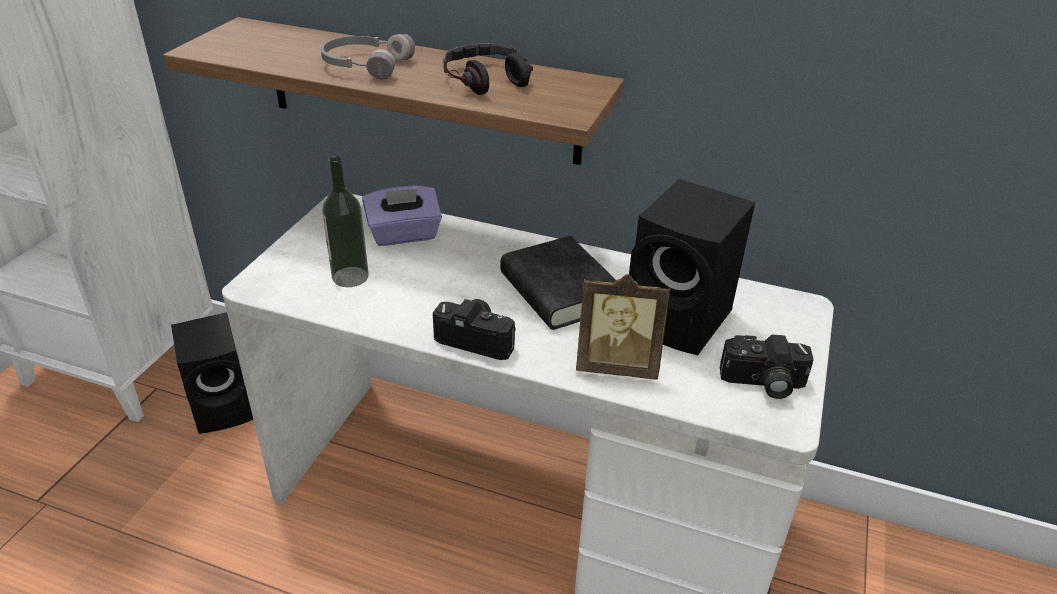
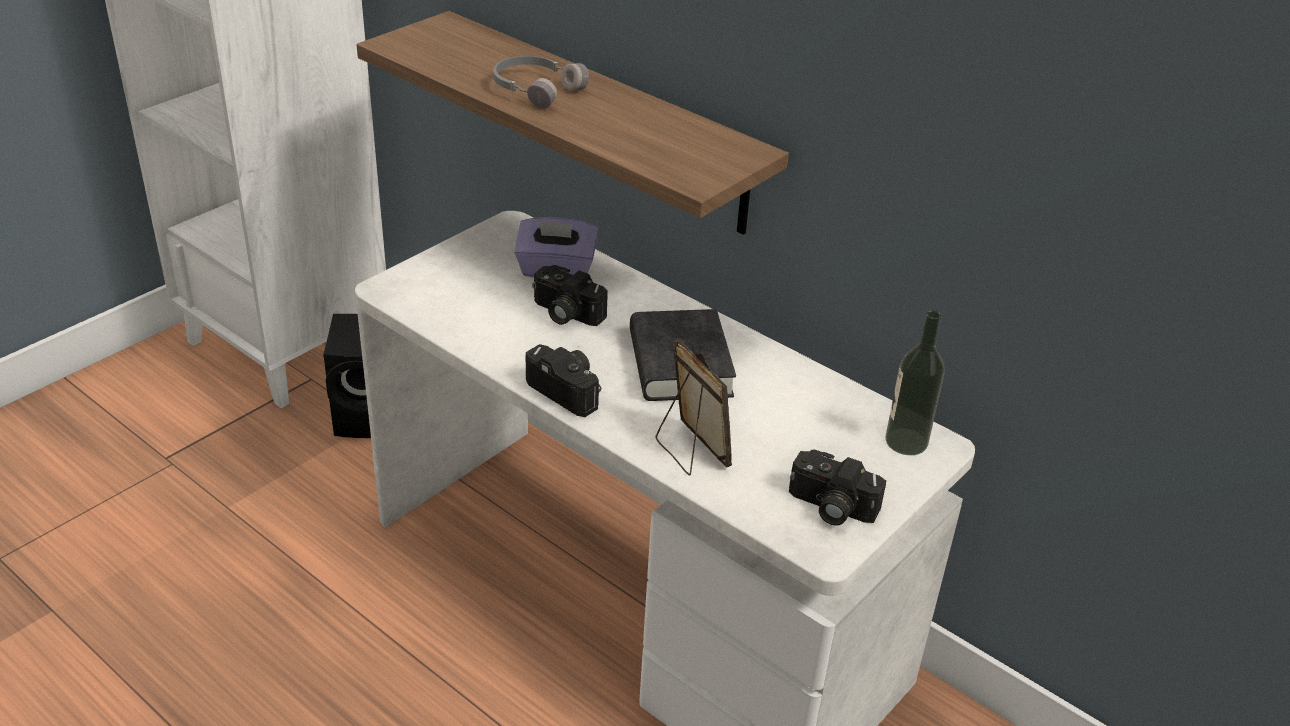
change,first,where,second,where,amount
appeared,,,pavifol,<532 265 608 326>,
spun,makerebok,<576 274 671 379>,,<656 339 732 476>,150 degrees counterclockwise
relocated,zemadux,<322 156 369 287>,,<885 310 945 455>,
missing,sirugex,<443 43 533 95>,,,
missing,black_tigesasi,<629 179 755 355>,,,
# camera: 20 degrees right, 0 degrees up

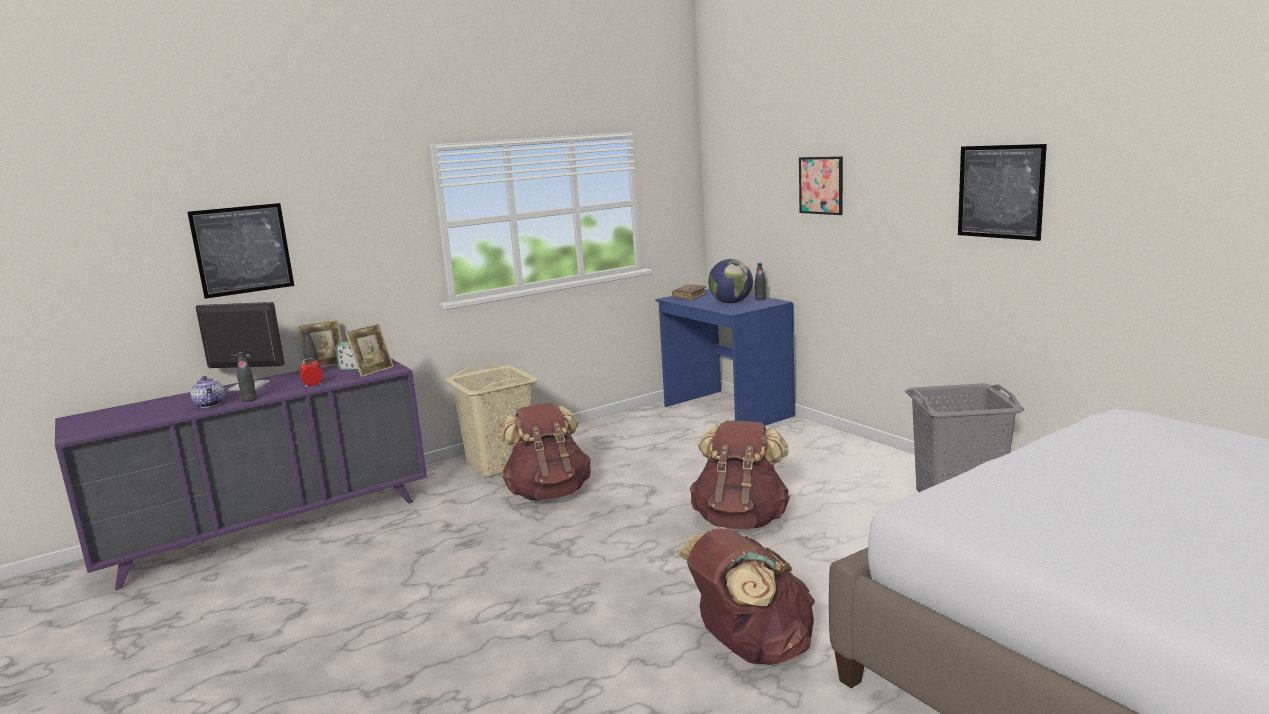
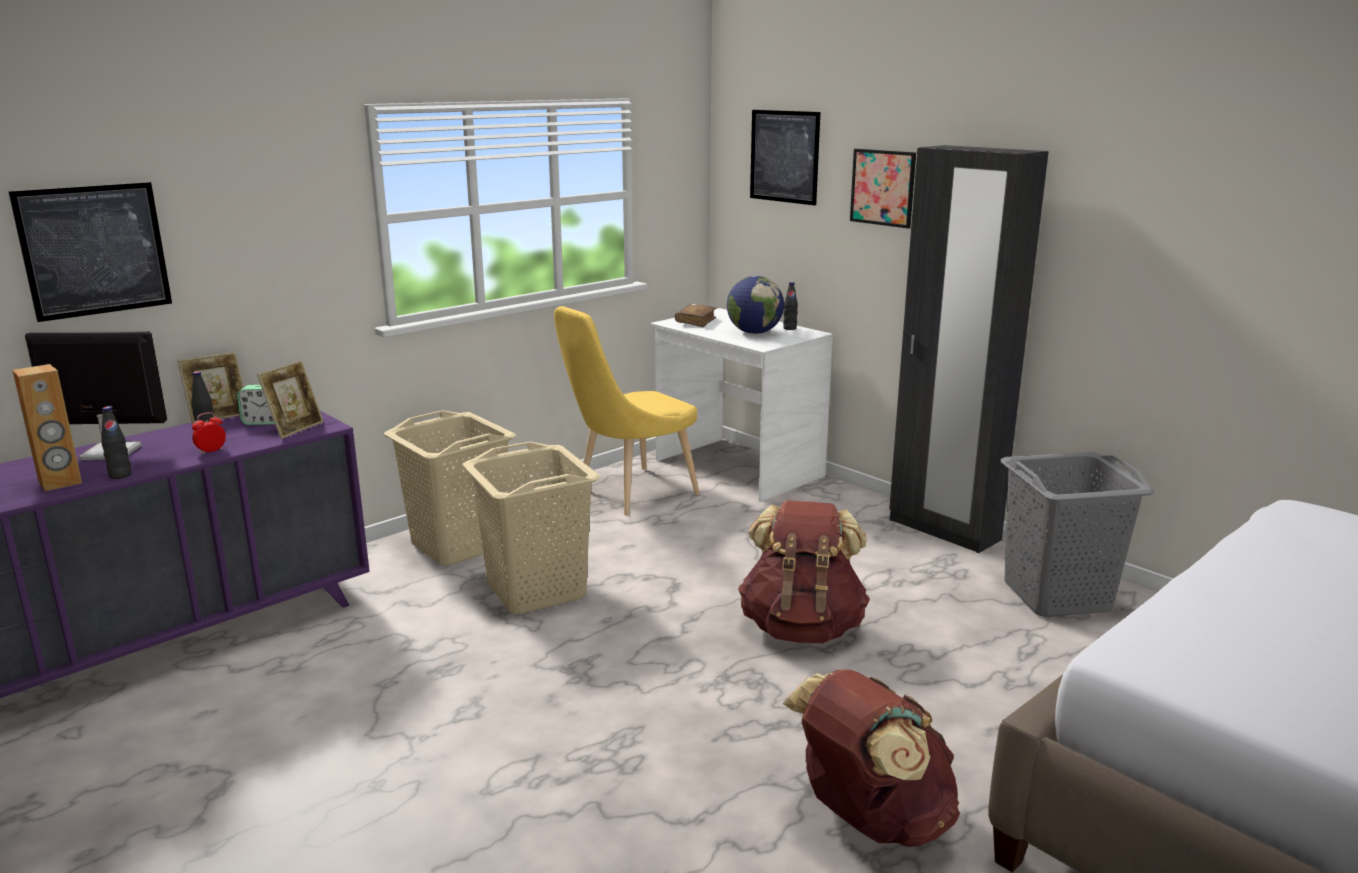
change,first,where,second,where,amount
exchanged,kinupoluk,<190 376 225 408>,brown_tigesasi,<12 364 82 491>,
exchanged,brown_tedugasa,<498 403 591 500>,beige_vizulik,<462 442 600 614>,
appeared,,,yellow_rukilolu,<554 306 700 516>,
colour,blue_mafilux,<655 289 795 426>,white_mafilux,<651 308 833 502>,
relocated,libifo,<958 144 1047 241>,,<750 110 820 205>,
appeared,,,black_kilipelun,<889 145 1049 553>,
# camera: 10 degrees left, 5 degrees up

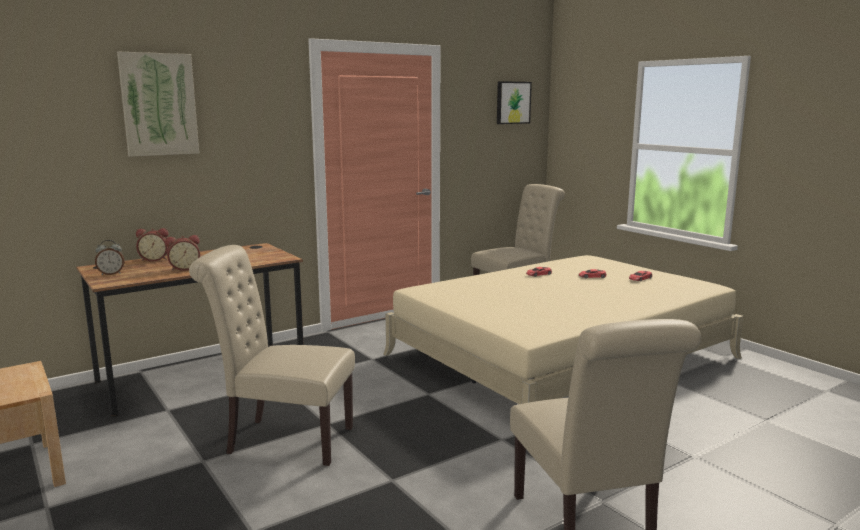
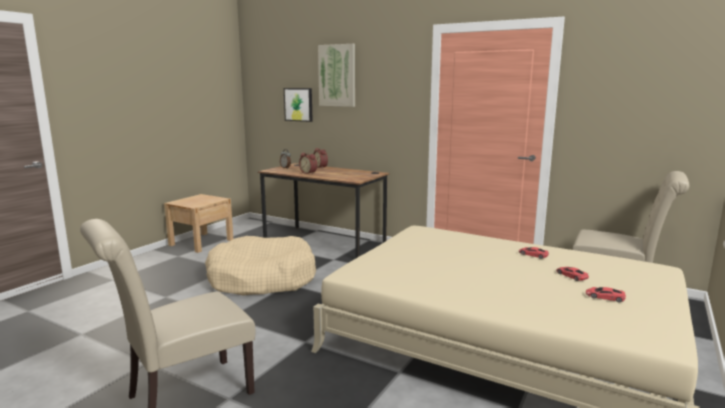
change,first,where,second,where,amount
exchanged,beige_rukilolu,<189 245 355 466>,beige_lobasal,<205 236 316 296>,
relocated,libifo,<497 81 532 124>,,<284 88 313 122>,
# camera: 65 degrees right, 0 degrees up

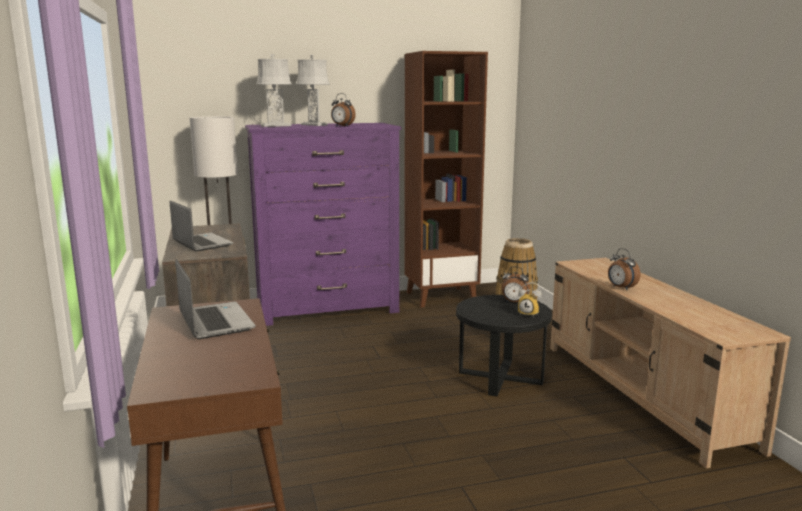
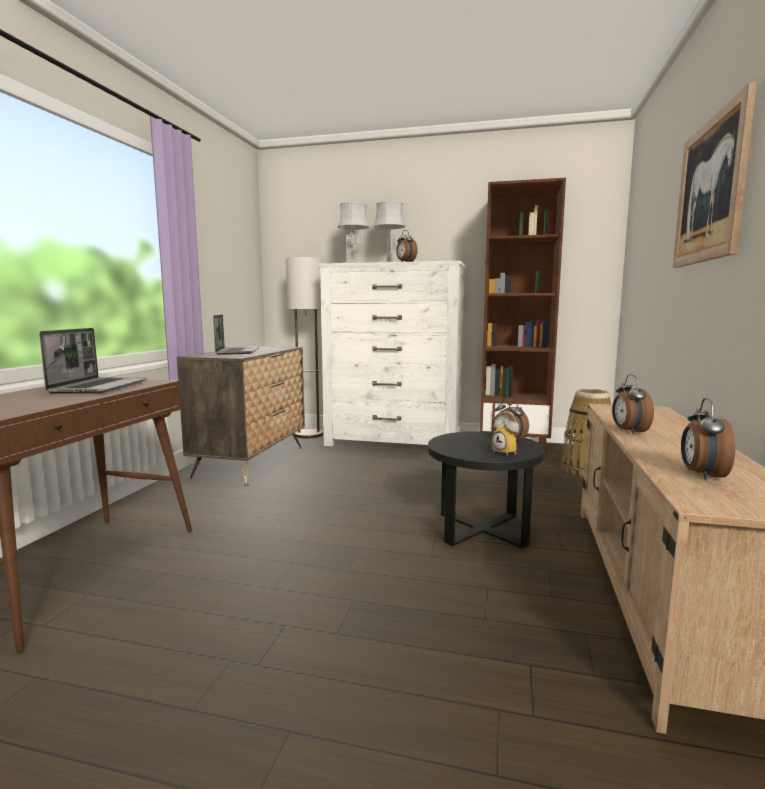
change,first,where,second,where,amount
colour,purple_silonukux,<245 123 401 326>,white_silonukux,<318 261 467 446>,
appeared,,,libifo,<673 82 757 268>,
appeared,,,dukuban,<681 398 736 480>,
# camera: 30 degrees right, 5 degrees down

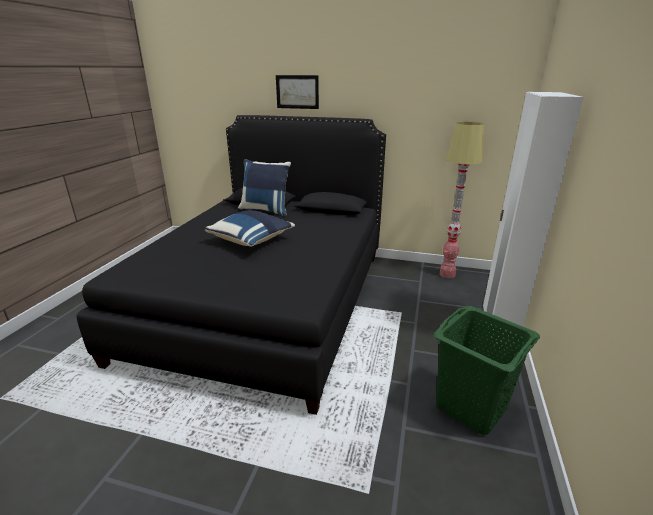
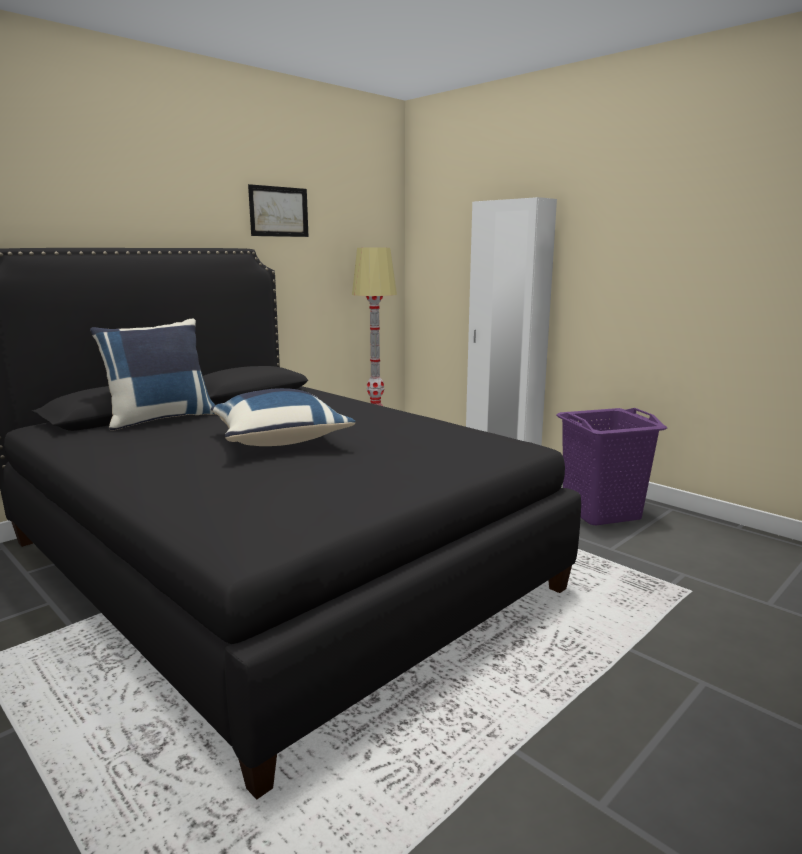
change,first,where,second,where,amount
relocated,libifo,<276 75 319 109>,,<248 184 309 237>,
colour,green_vizulik,<434 306 540 435>,purple_vizulik,<556 408 667 525>,
# camera: 60 degrees left, 10 degrees down

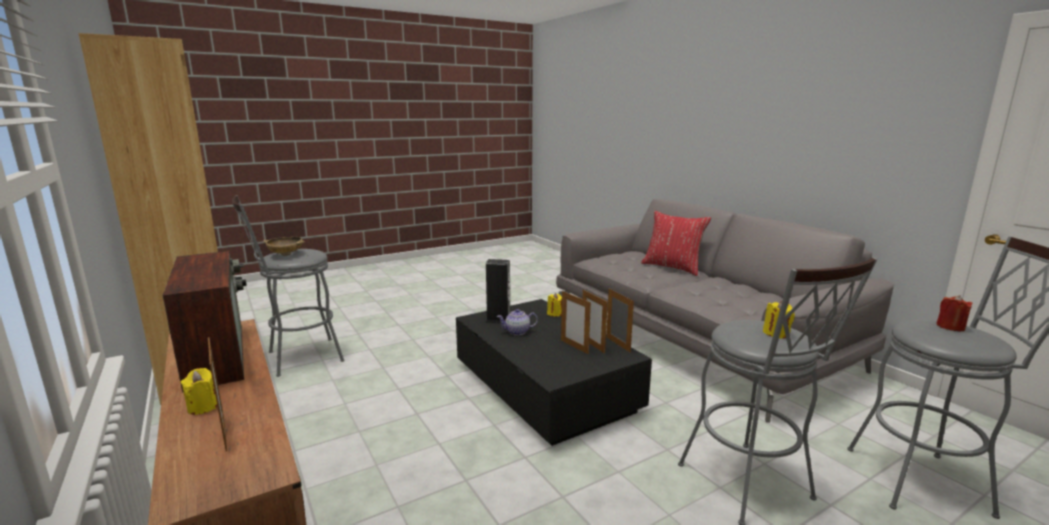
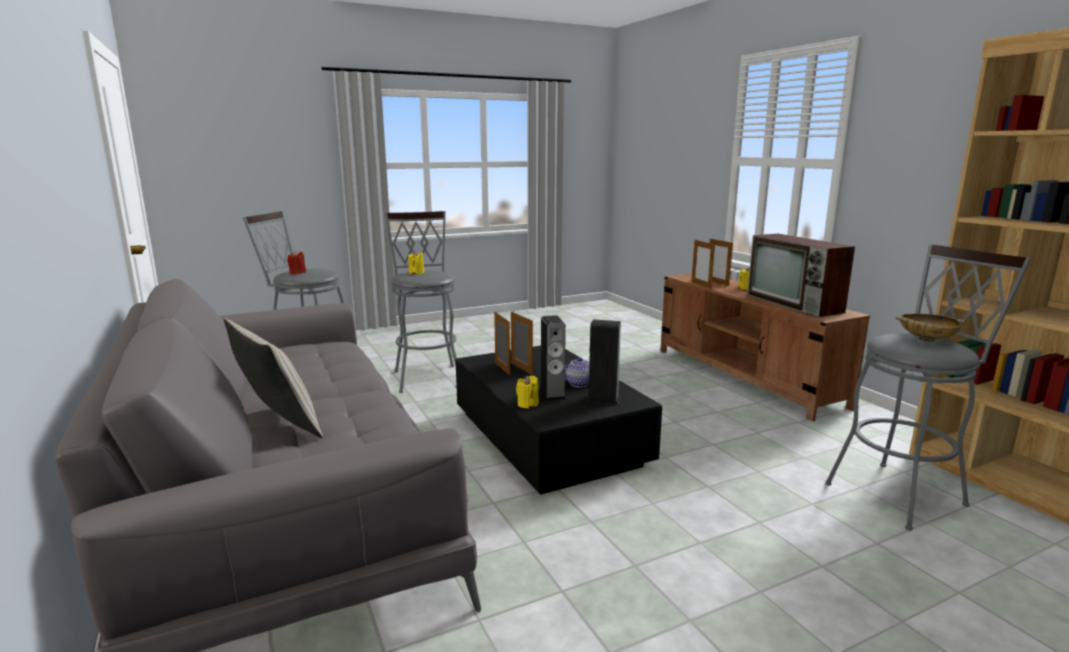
change,first,where,second,where,amount
colour,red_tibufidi,<641 211 711 276>,beige_tibufidi,<224 319 323 438>,
appeared,,,tigesasi,<539 315 566 402>,
relocated,makerebok,<606 289 634 353>,,<691 240 715 288>,
# camera: 175 degrees left, 0 degrees up

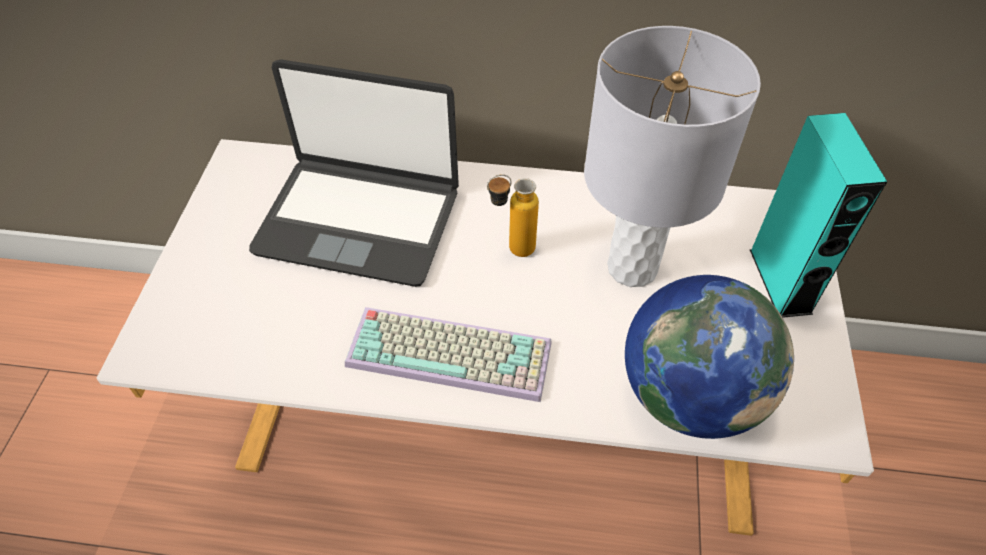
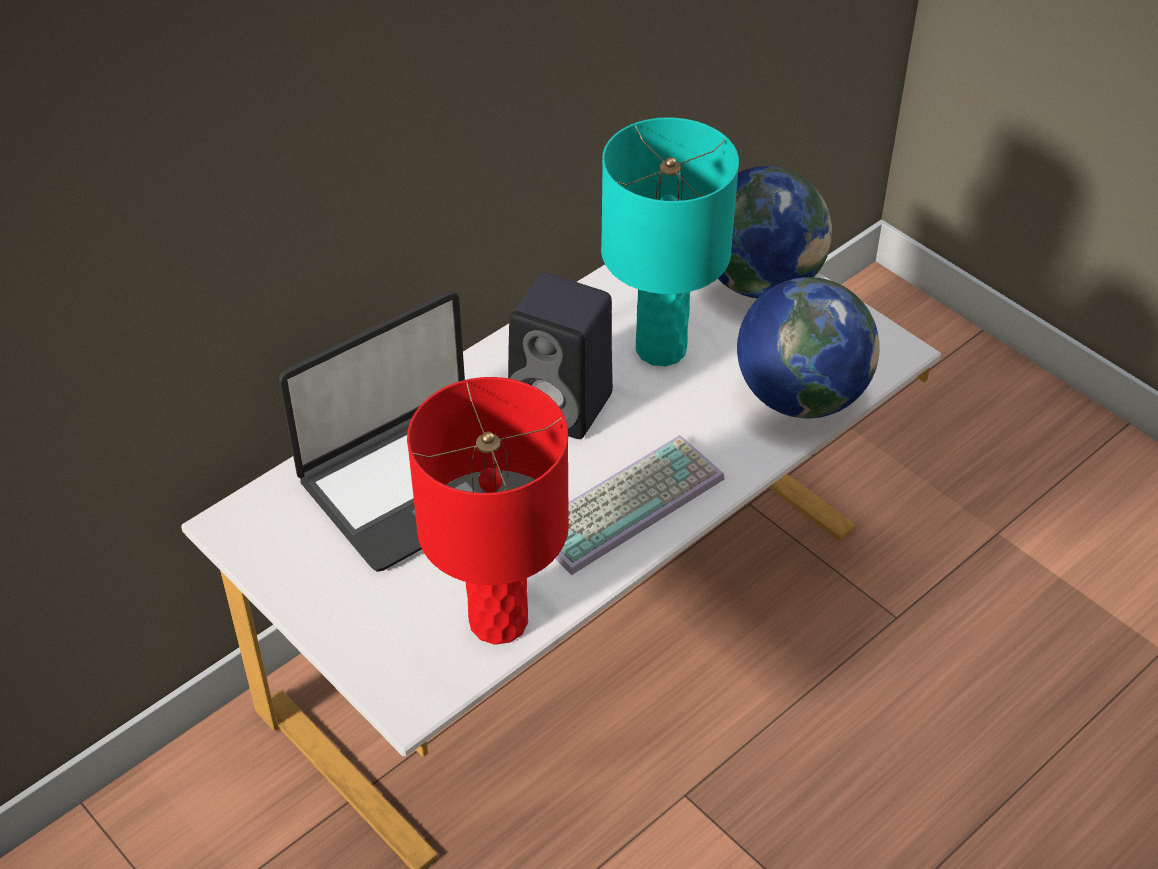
change,first,where,second,where,amount
appeared,,,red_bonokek,<407 377 569 645>,
exchanged,zemadux,<487 174 539 257>,black_tigesasi,<508 273 613 439>,
colour,grey_bonokek,<584 26 761 287>,turquoise_bonokek,<601 117 739 366>,
exchanged,turquoise_tigesasi,<750 113 887 318>,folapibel,<718 166 832 298>,
# camera: 50 degrees left, 5 degrees down

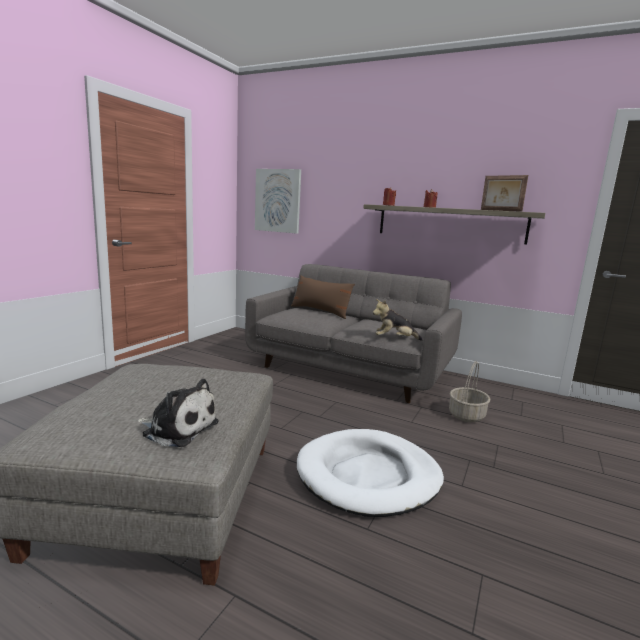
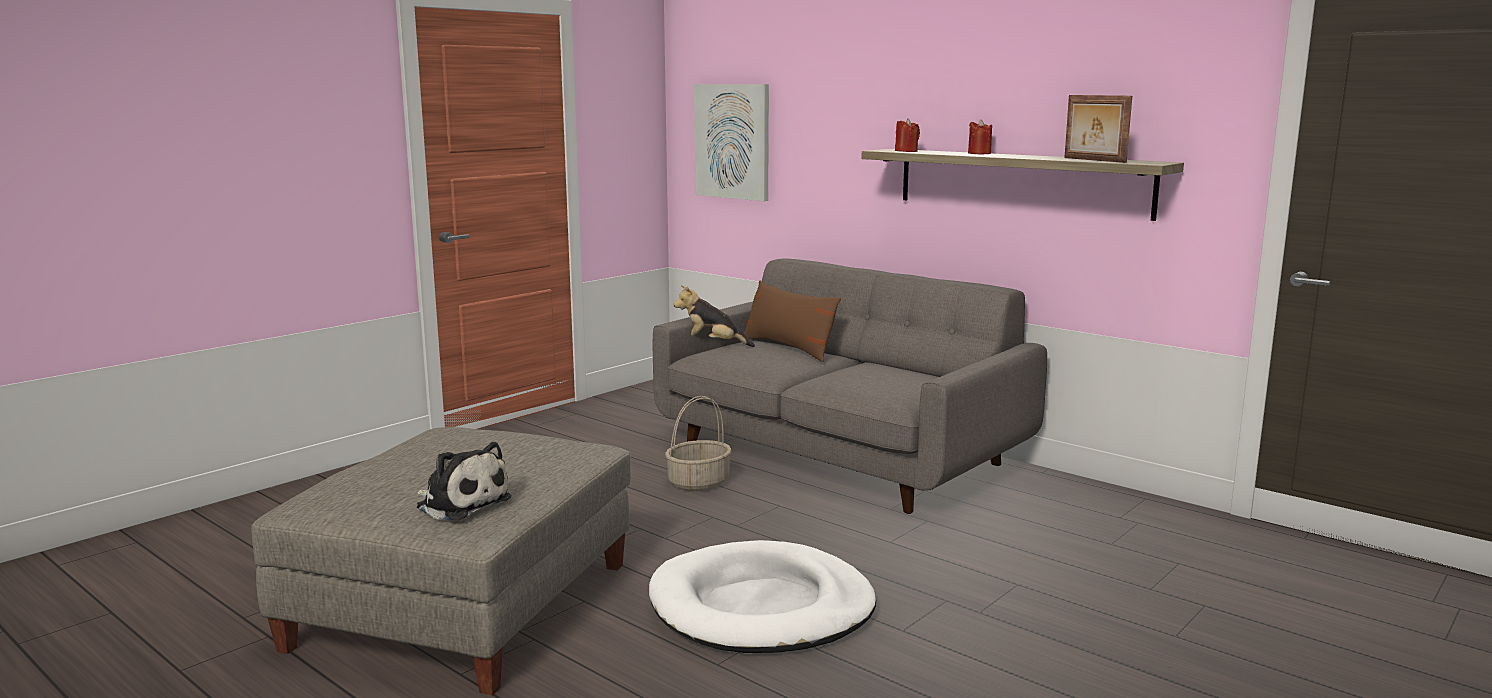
change,first,where,second,where,amount
relocated,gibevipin,<449 361 490 422>,,<665 396 732 491>,
relocated,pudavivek,<373 299 422 341>,,<674 285 755 347>,
# camera: 15 degrees right, 0 degrees up

